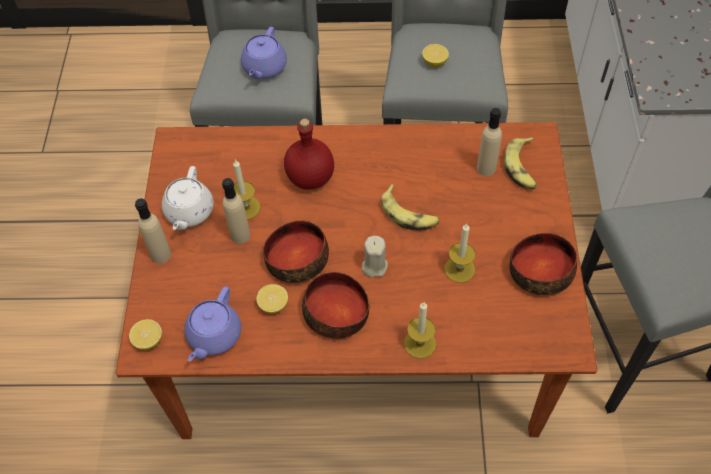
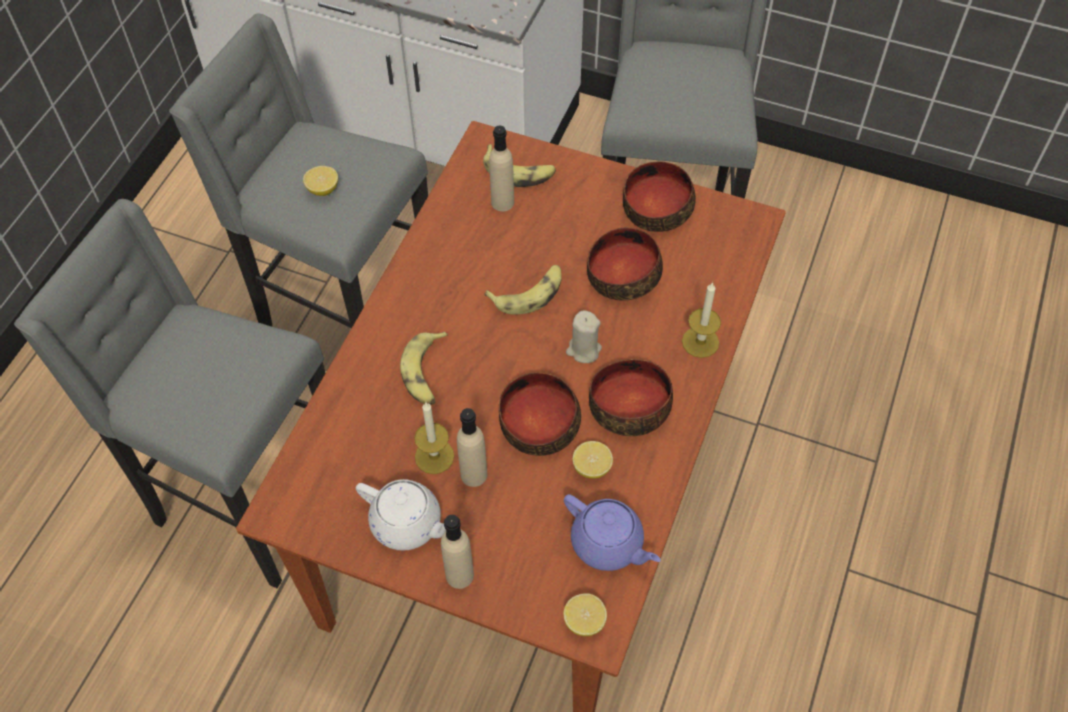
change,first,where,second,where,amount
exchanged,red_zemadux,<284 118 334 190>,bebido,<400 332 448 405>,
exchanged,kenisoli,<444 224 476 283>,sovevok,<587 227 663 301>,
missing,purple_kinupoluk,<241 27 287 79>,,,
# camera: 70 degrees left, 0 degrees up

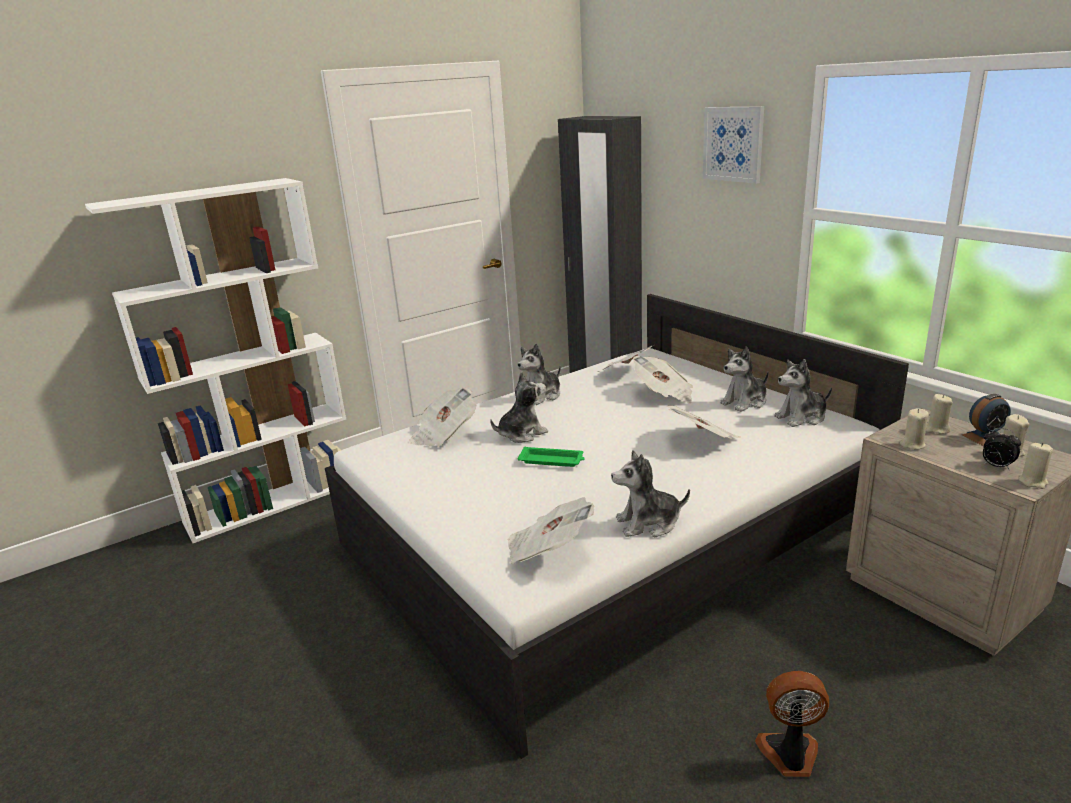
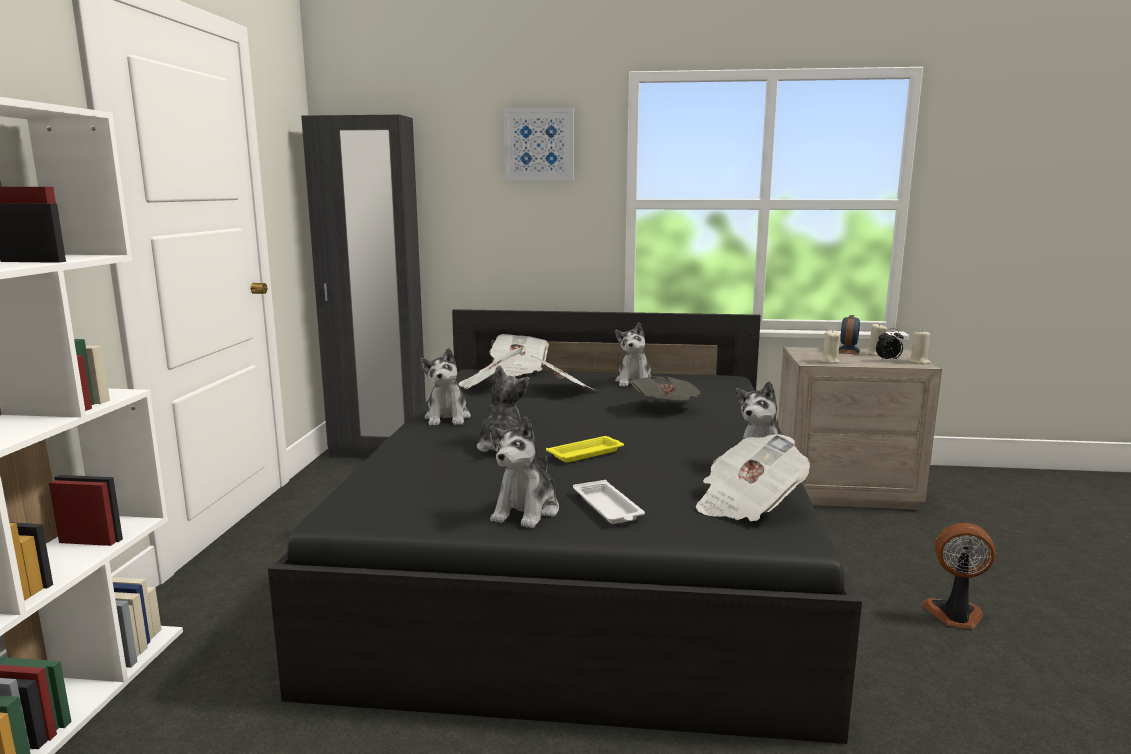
change,first,where,second,where,amount
colour,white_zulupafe,<325 294 909 759>,black_zulupafe,<268 309 862 744>,
relocated,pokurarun,<409 388 476 447>,,<489 334 549 376>,
relocated,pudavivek,<774 359 832 427>,,<490 417 559 528>,
colour,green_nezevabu,<518 446 585 467>,yellow_nezevabu,<546 436 624 462>,
appeared,,,white_nezevabu,<573 480 645 524>,
spun,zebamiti,<755 671 829 777>,,<922 523 996 629>,60 degrees clockwise
missing,beige_kenisoli,<926 394 953 434>,,,
# camera: 50 degrees left, 10 degrees down

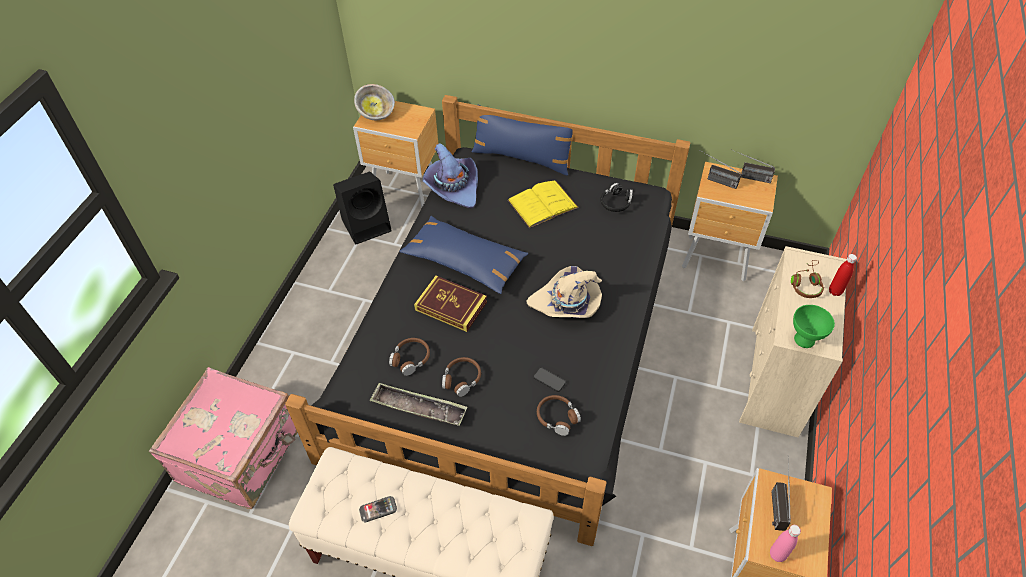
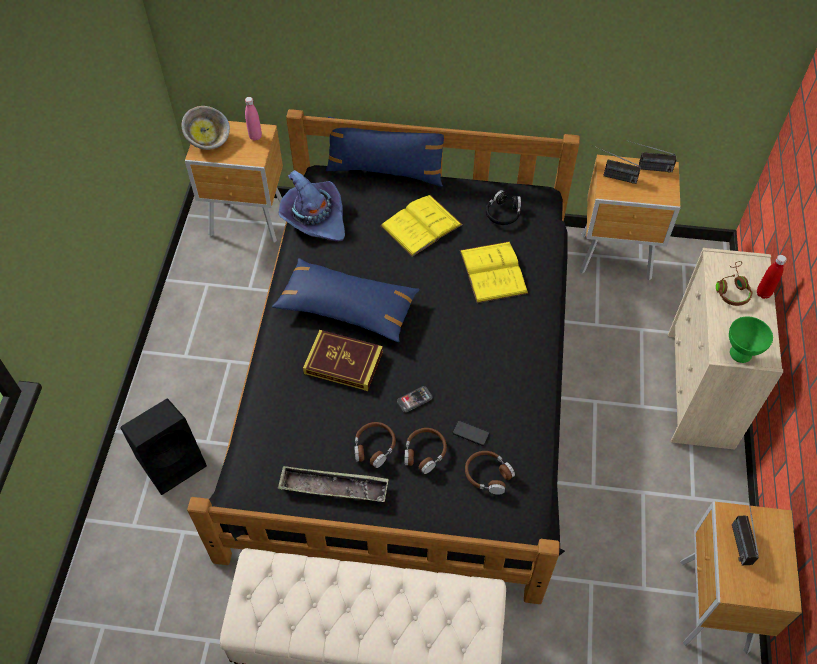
change,first,where,second,where,amount
relocated,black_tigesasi,<333 172 392 245>,,<120 399 207 495>,
relocated,pink_zemadux,<770 525 801 562>,,<245 97 262 141>,
relocated,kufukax,<359 496 397 522>,,<397 386 433 412>,
relocated,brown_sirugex,<389 338 430 376>,,<405 428 447 474>,
appeared,,,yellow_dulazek,<460 241 528 303>,
missing,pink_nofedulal,<149 367 297 509>,,,
missing,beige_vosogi,<526 266 602 318>,,,
# camera: 10 degrees left, 5 degrees up

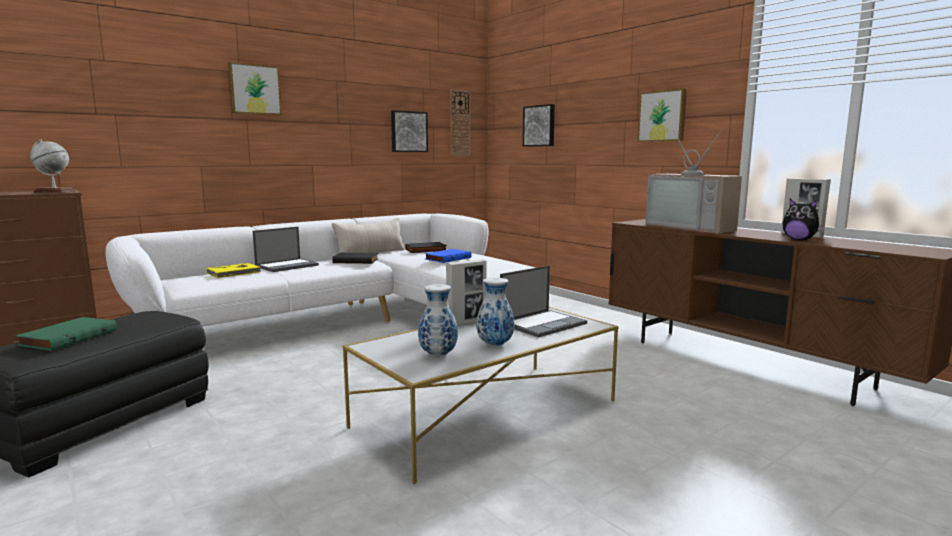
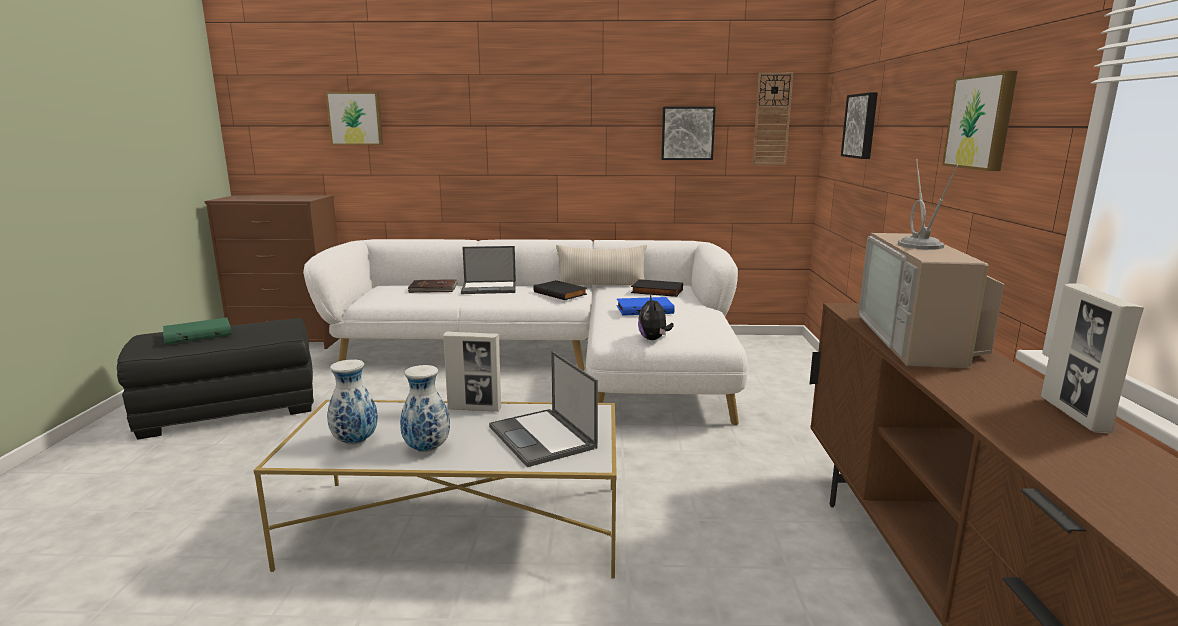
change,first,where,second,where,amount
relocated,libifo,<228 62 282 115>,,<326 92 383 145>,
colour,yellow_dulazek,<206 263 261 278>,brown_dulazek,<408 279 458 293>,
spun,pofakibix,<500 266 587 338>,,<489 351 598 467>,60 degrees clockwise
relocated,pudavivek,<783 199 825 240>,,<638 295 674 340>,
missing,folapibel,<30 139 76 193>,,,
# camera: 40 degrees right, 5 degrees up

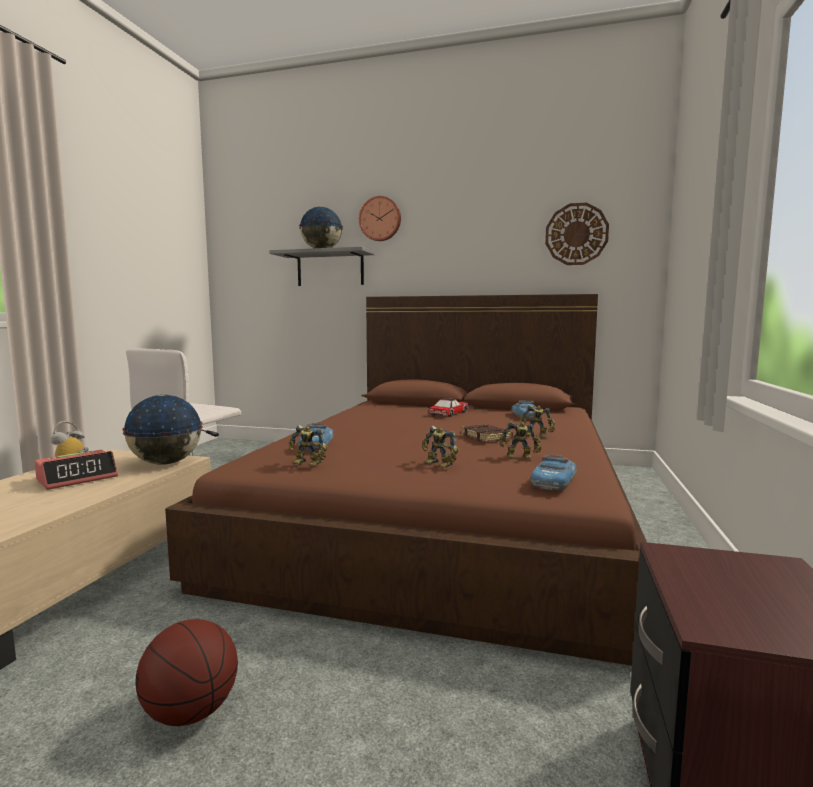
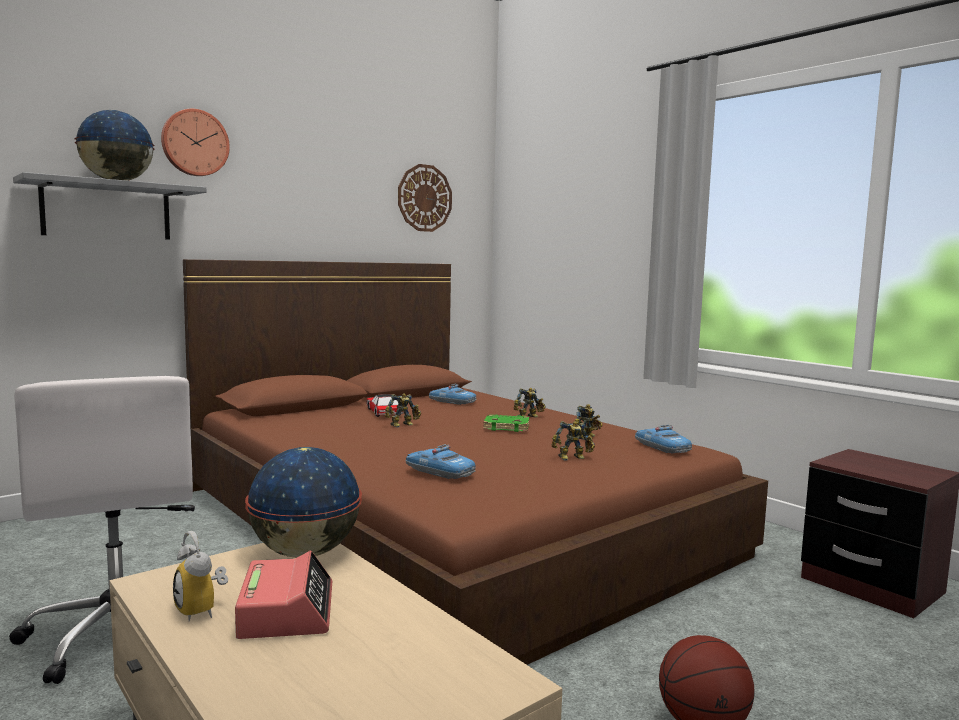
change,first,where,second,where,amount
relocated,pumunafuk,<289 425 328 466>,,<385 393 421 428>,
colour,brown_dulazek,<461 424 513 442>,green_dulazek,<483 414 529 432>,
# camera: 55 degrees left, 0 degrees up

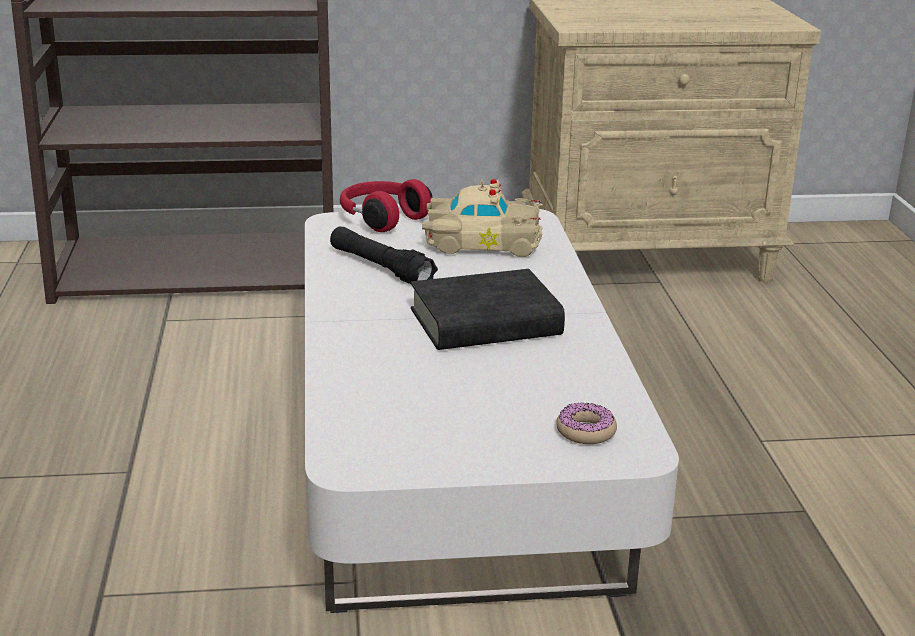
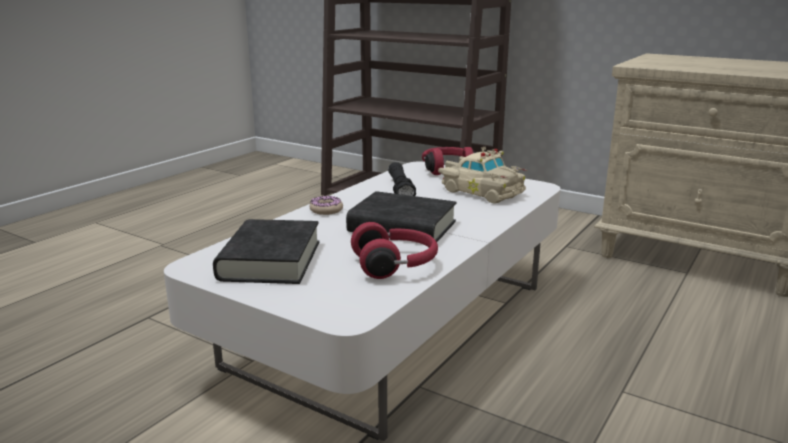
change,first,where,second,where,amount
appeared,,,black_dulazek,<213 219 319 284>,
relocated,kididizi,<556 403 617 444>,,<309 196 343 215>,
appeared,,,red_sirugex,<351 222 438 279>,
# camera: 40 degrees right, 5 degrees down

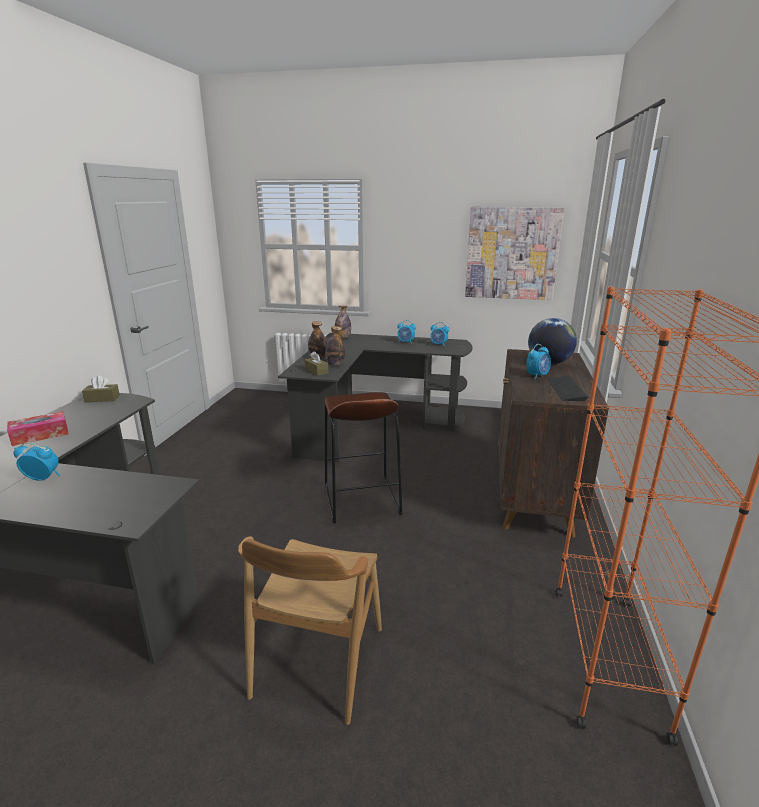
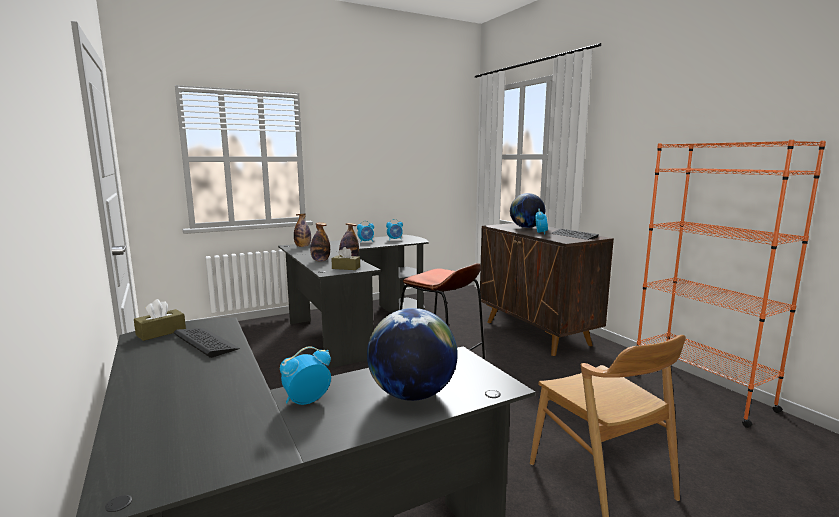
change,first,where,second,where,amount
appeared,,,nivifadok,<174 328 240 358>,
appeared,,,folapibel,<367 308 458 401>,
missing,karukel,<7 411 69 446>,,,
missing,libifo,<465 207 564 300>,,,
# camera: 40 degrees left, 10 degrees down

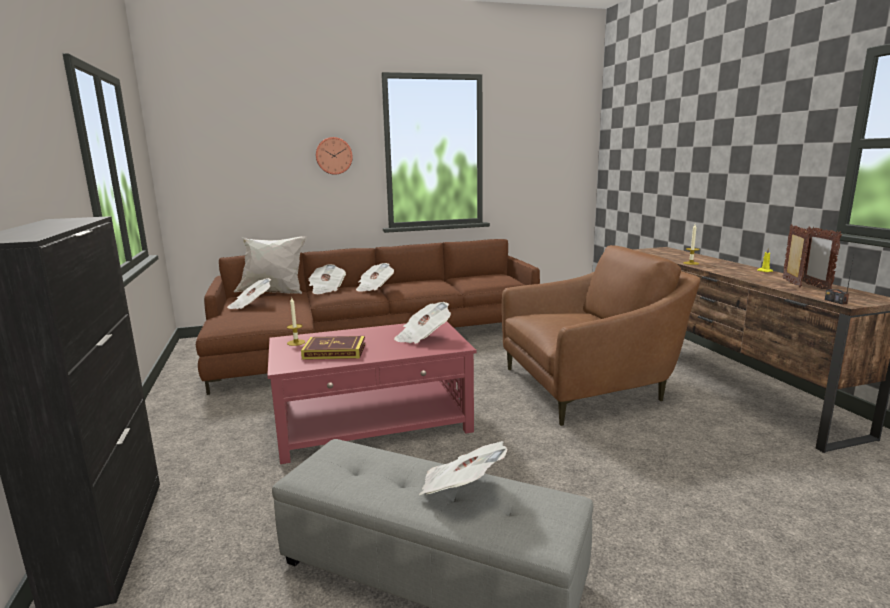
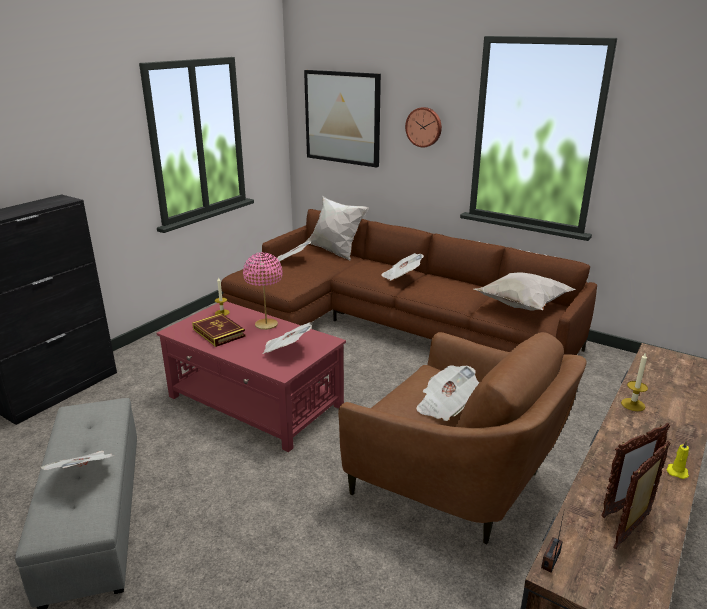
change,first,where,second,where,amount
appeared,,,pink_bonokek,<243 252 283 330>,
appeared,,,libifo,<304 70 381 168>,
relocated,pokurarun,<309 264 346 294>,,<416 365 479 421>,
appeared,,,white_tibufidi,<473 272 575 311>,
# camera: 50 degrees right, 10 degrees up

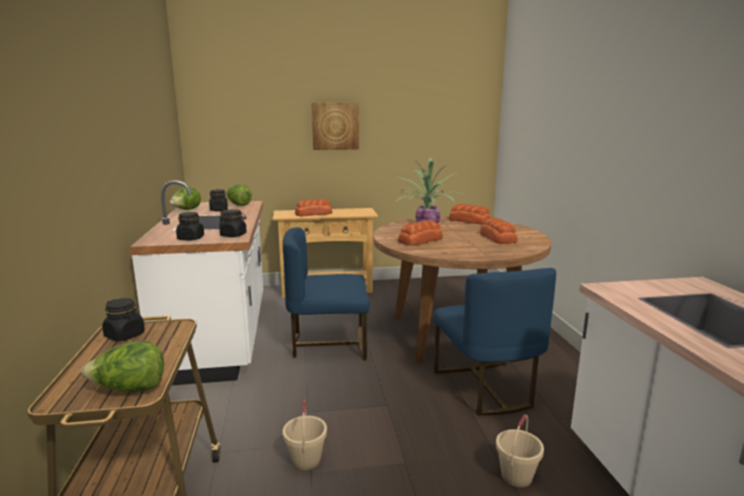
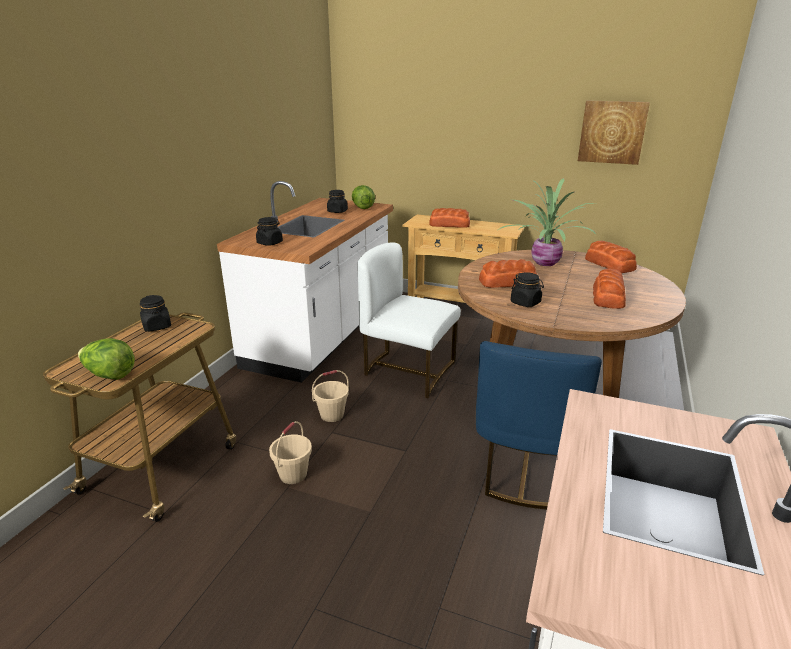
change,first,where,second,where,amount
relocated,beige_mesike,<496 414 544 487>,,<312 370 349 422>,
colour,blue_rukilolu,<283 227 370 360>,white_rukilolu,<357 243 461 398>,
relocated,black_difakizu,<219 209 247 237>,,<511 272 544 307>,
relocated,libifo,<312 103 359 150>,,<578 101 650 165>,
missing,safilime,<170 187 201 210>,,,
# camera: 30 degrees right, 10 degrees up

